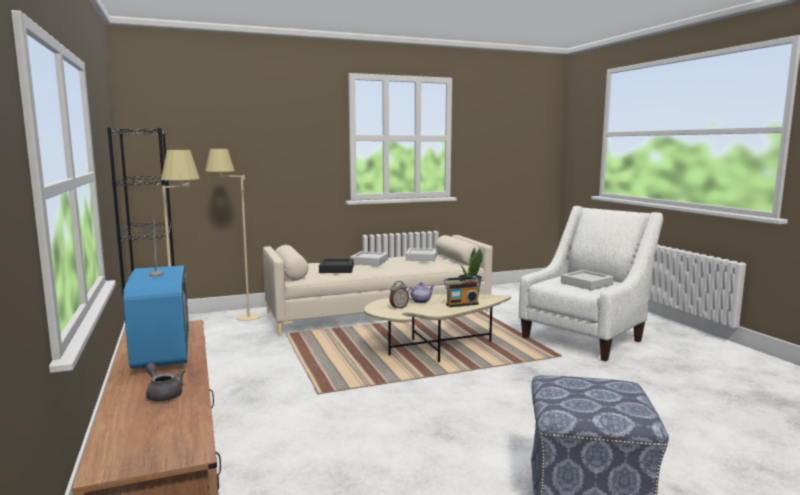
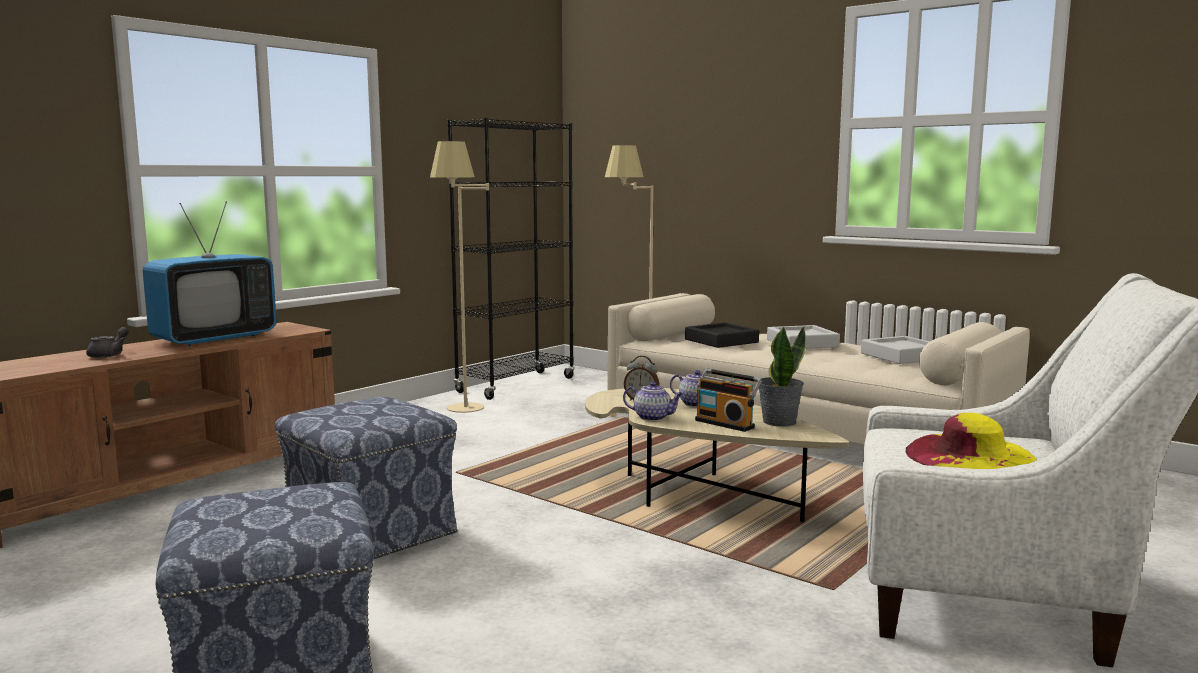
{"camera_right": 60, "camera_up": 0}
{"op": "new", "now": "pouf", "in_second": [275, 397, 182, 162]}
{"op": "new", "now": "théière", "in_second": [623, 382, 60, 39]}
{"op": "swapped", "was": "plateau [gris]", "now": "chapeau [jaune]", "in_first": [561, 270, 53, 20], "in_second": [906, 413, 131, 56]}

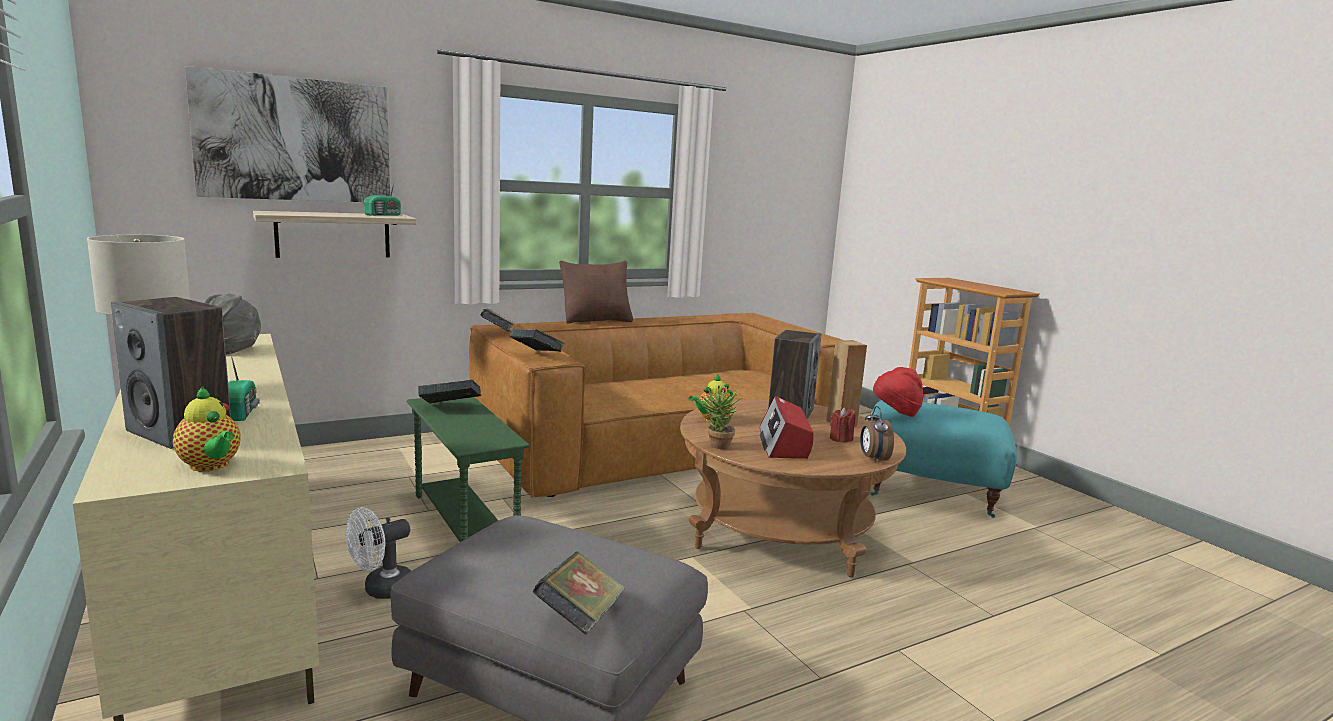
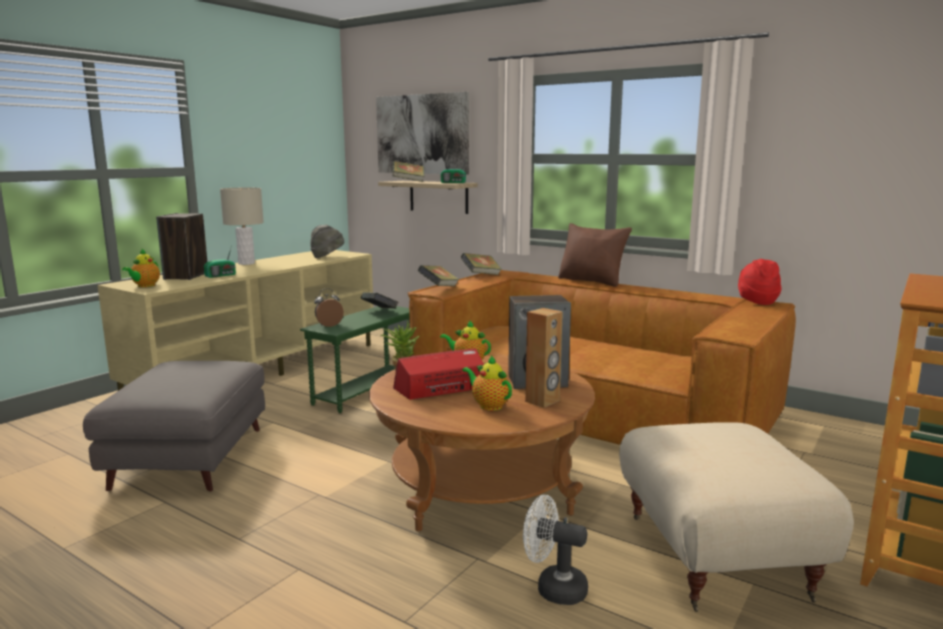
{"camera_right": 65, "camera_up": 0}
{"op": "shifted", "was": "ventilateur [blanc]", "in_first": [346, 507, 65, 92], "in_second": [523, 495, 65, 110]}
{"op": "shifted", "was": "livre", "in_first": [533, 551, 92, 84], "in_second": [392, 161, 32, 21]}
{"op": "shifted", "was": "réveil", "in_first": [860, 406, 34, 57], "in_second": [314, 288, 30, 39]}
{"op": "shifted", "was": "chapeau [rouge]", "in_first": [873, 367, 50, 50], "in_second": [738, 259, 44, 46]}
{"op": "swapped", "was": "bougie [rouge]", "now": "théière", "in_first": [830, 407, 25, 35], "in_second": [462, 355, 50, 56]}
{"op": "repainted", "was": "pouf [turquoise]", "now": "pouf [beige]", "in_first": [871, 400, 146, 118], "in_second": [619, 422, 235, 190]}

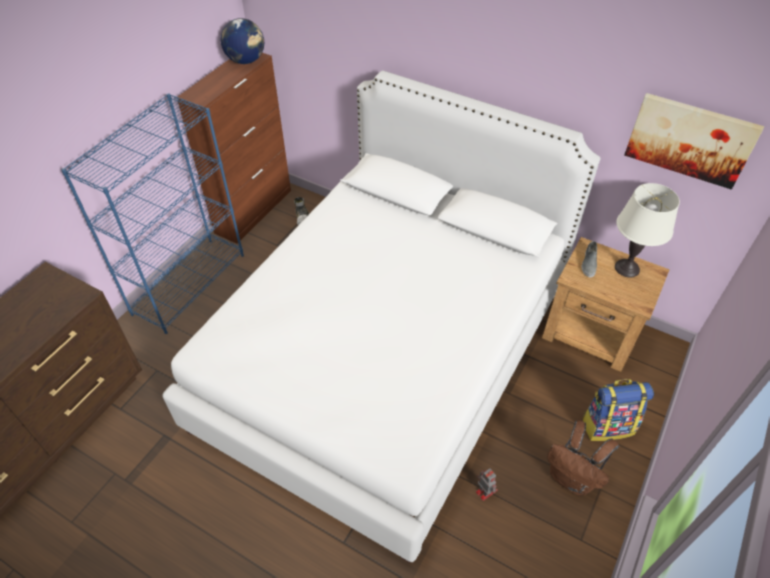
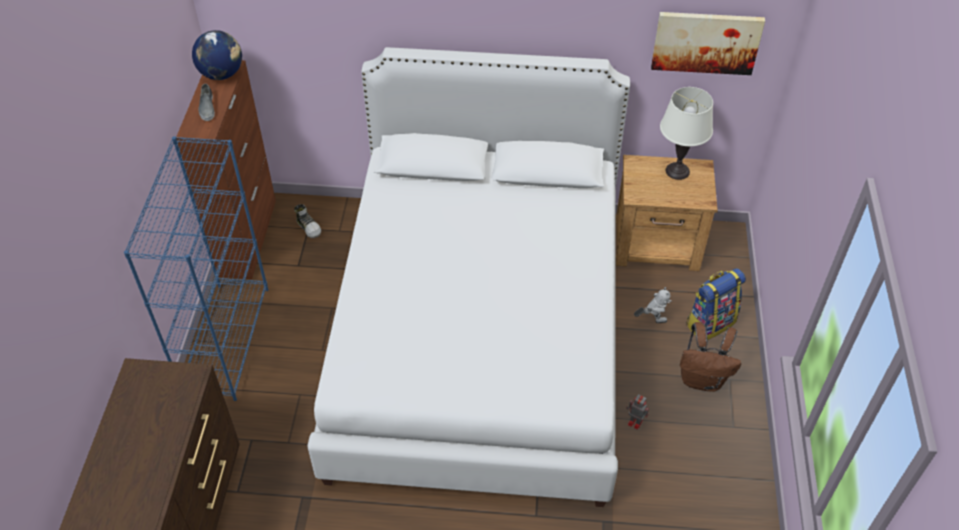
{"camera_right": -25, "camera_up": 0}
{"op": "new", "now": "robot jouet", "in_second": [634, 287, 38, 36]}
{"op": "shifted", "was": "chaussure [gris]", "in_first": [582, 241, 15, 37], "in_second": [198, 84, 17, 37]}

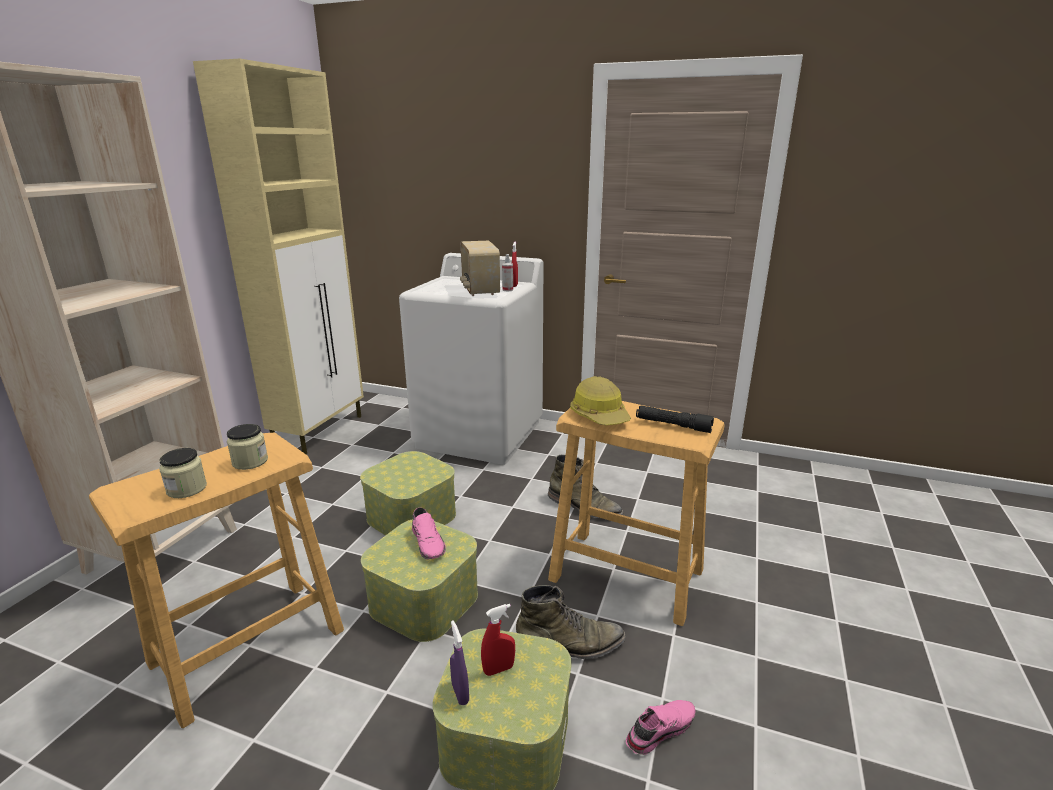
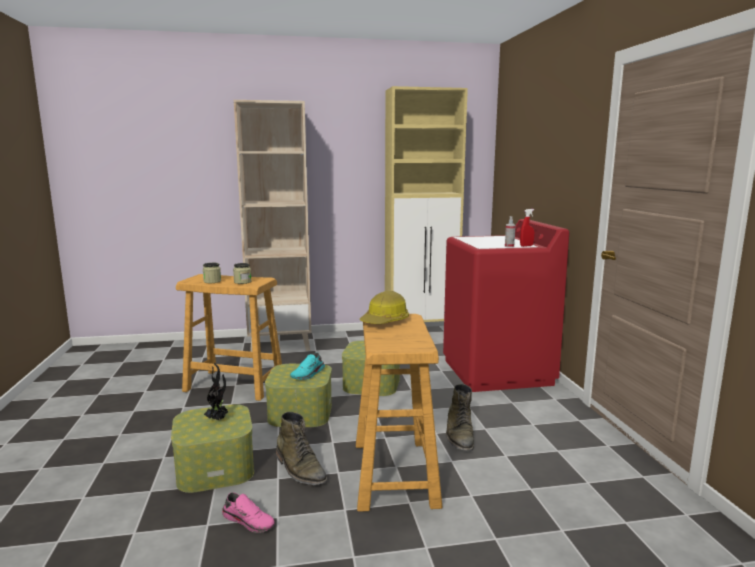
{"camera_right": 60, "camera_up": -10}
{"op": "gone", "was": "vaporisateur [violet]", "in_first": [450, 621, 19, 84]}
{"op": "gone", "was": "radio", "in_first": [460, 241, 40, 55]}
{"op": "gone", "was": "lampe de poche [noir]", "in_first": [636, 406, 78, 27]}
{"op": "swapped", "was": "vaporisateur [rouge]", "now": "plante en pot", "in_first": [481, 604, 34, 72], "in_second": [204, 363, 24, 57]}
{"op": "repainted", "was": "lave-linge [blanc]", "now": "lave-linge [rouge]", "in_first": [399, 253, 145, 212], "in_second": [443, 219, 126, 173]}
{"op": "repainted", "was": "chaussure [rose]", "now": "chaussure [turquoise]", "in_first": [412, 507, 34, 52], "in_second": [290, 352, 35, 28]}

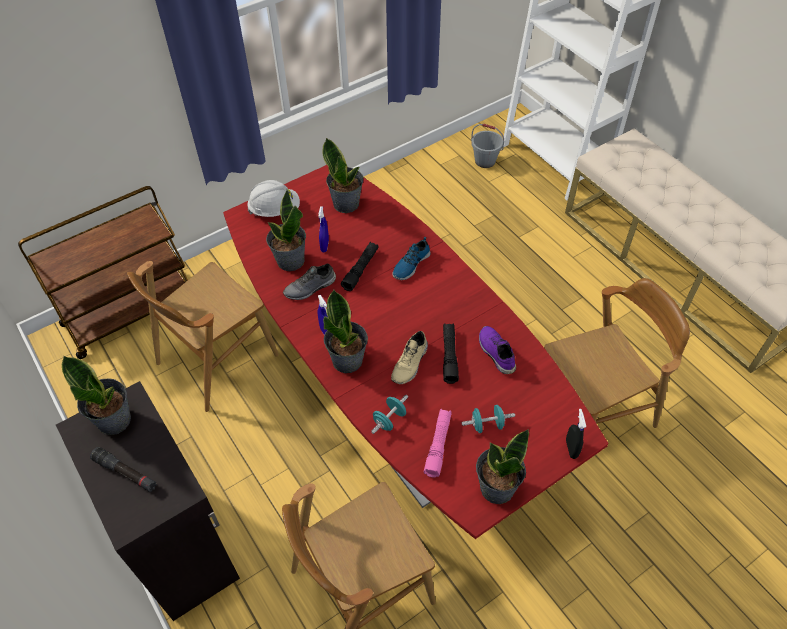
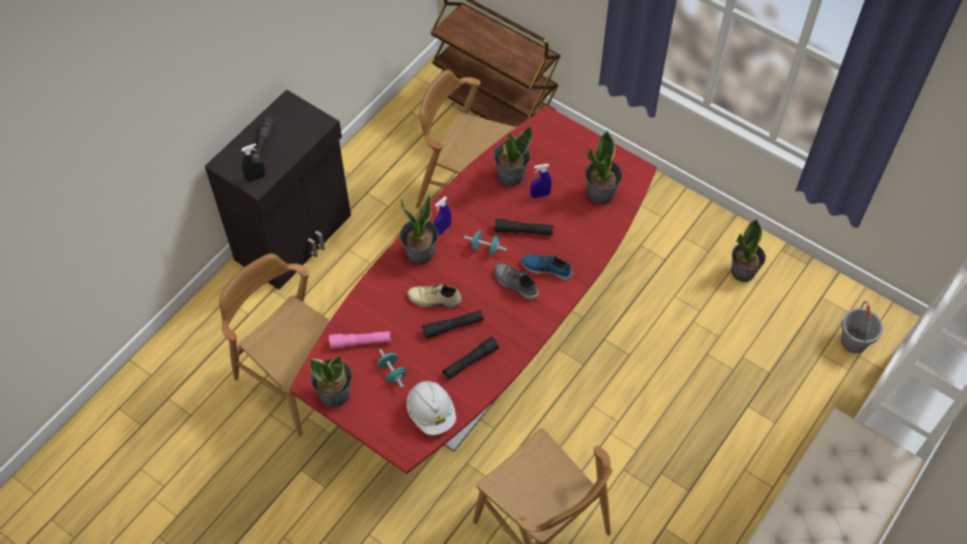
{"camera_right": 70, "camera_up": 5}
{"op": "shifted", "was": "plante en pot", "in_first": [62, 356, 69, 79], "in_second": [731, 219, 35, 63]}
{"op": "shifted", "was": "casque de chantier [blanc]", "in_first": [247, 180, 53, 37], "in_second": [406, 381, 50, 54]}
{"op": "shifted", "was": "chaussure [gris]", "in_first": [283, 263, 53, 37], "in_second": [494, 263, 45, 37]}
{"op": "shifted", "was": "haltère [turquoise]", "in_first": [371, 395, 37, 39], "in_second": [464, 230, 43, 26]}
{"op": "shifted", "was": "vaporisateur [noir]", "in_first": [566, 409, 20, 50], "in_second": [241, 143, 24, 39]}
{"op": "swapped", "was": "chaussure [violet]", "now": "lampe de poche [noir]", "in_first": [479, 326, 37, 48], "in_second": [442, 337, 57, 43]}

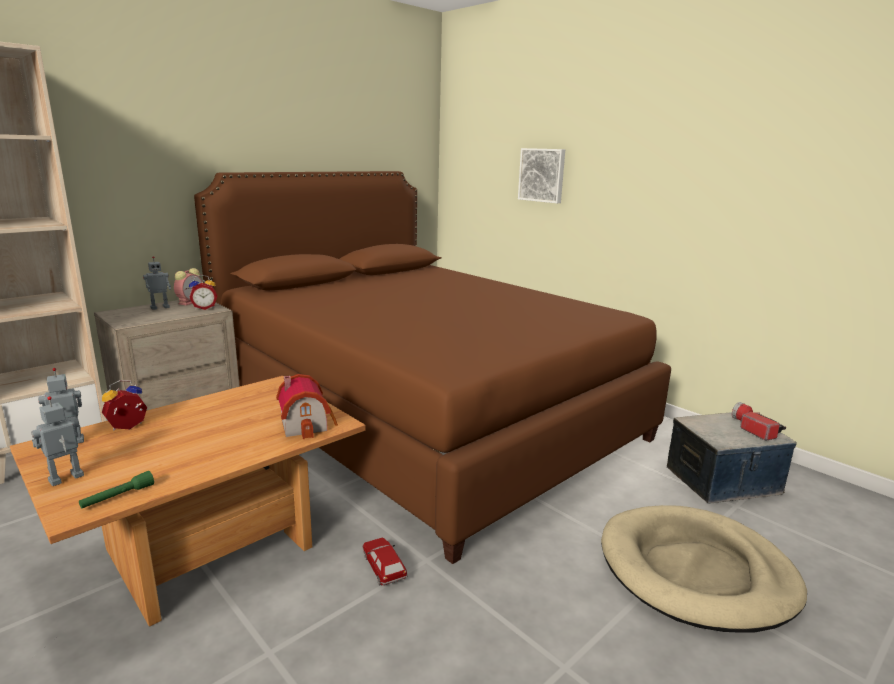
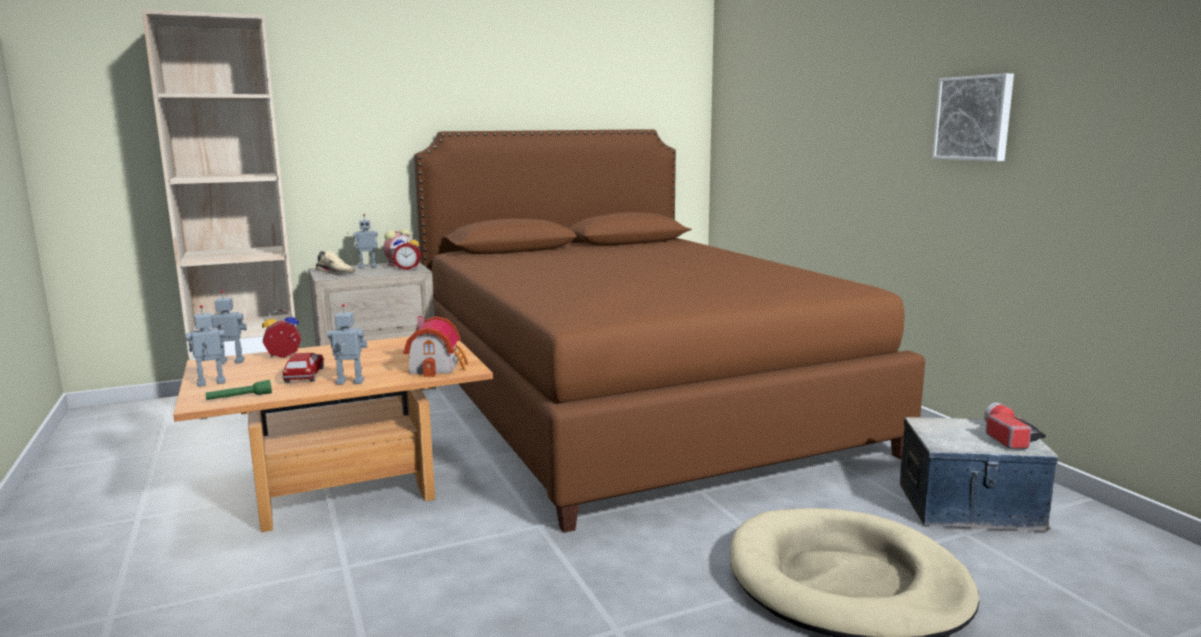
{"camera_right": 20, "camera_up": -5}
{"op": "new", "now": "chaussure [beige]", "in_second": [316, 251, 39, 24]}
{"op": "new", "now": "robot jouet", "in_second": [327, 304, 41, 80]}
{"op": "shifted", "was": "petite voiture", "in_first": [362, 538, 46, 47], "in_second": [282, 353, 42, 30]}
{"op": "shifted", "was": "tableau", "in_first": [518, 148, 47, 55], "in_second": [932, 73, 82, 88]}

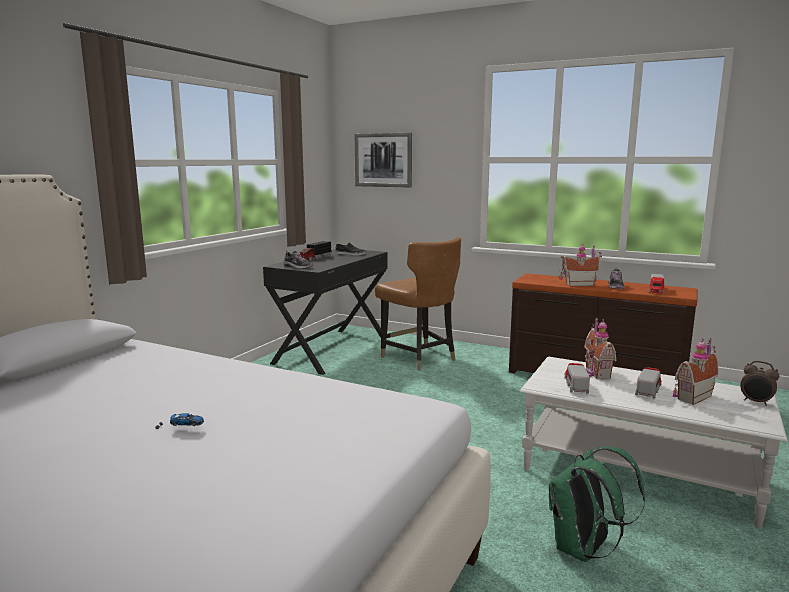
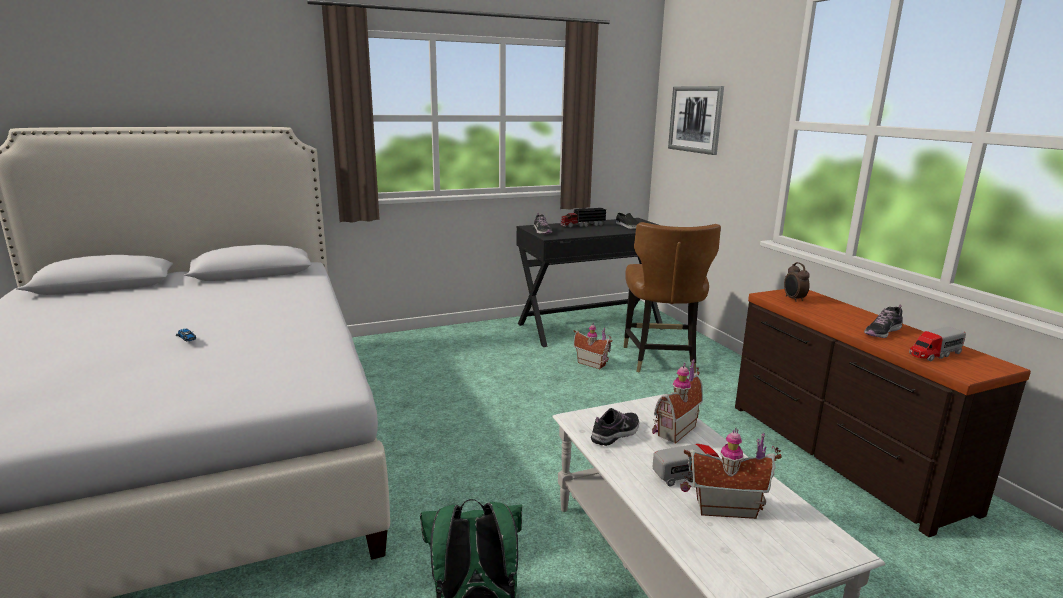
{"camera_right": 40, "camera_up": 5}
{"op": "shifted", "was": "maison miniature", "in_first": [559, 243, 43, 43], "in_second": [574, 323, 39, 46]}
{"op": "shifted", "was": "réveil", "in_first": [741, 361, 39, 45], "in_second": [784, 262, 26, 40]}
{"op": "swapped", "was": "camion jouet", "now": "chaussure", "in_first": [564, 363, 26, 30], "in_second": [591, 408, 48, 38]}

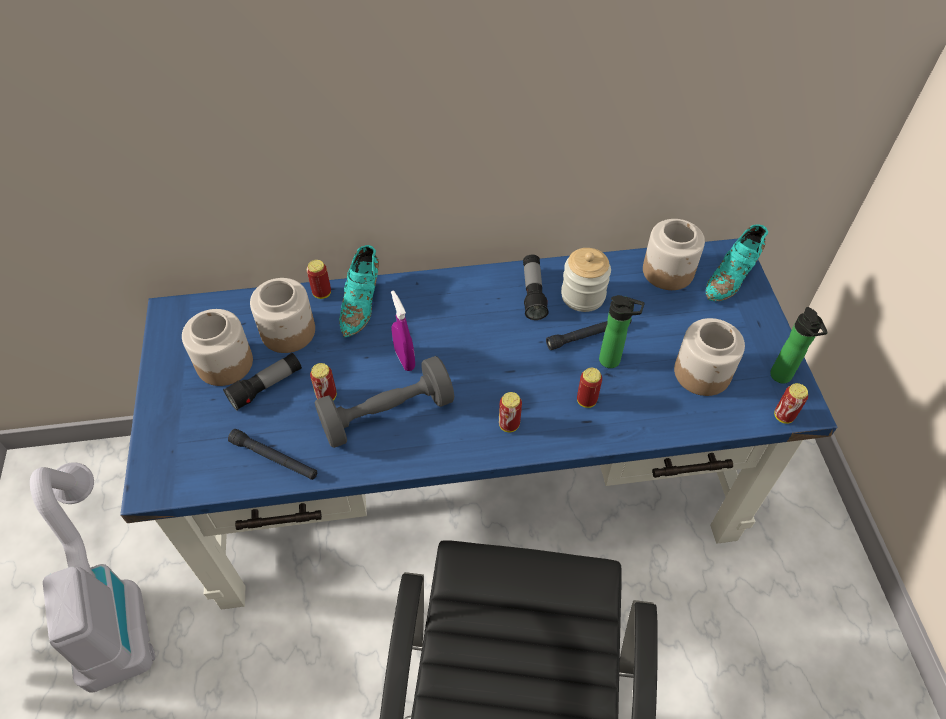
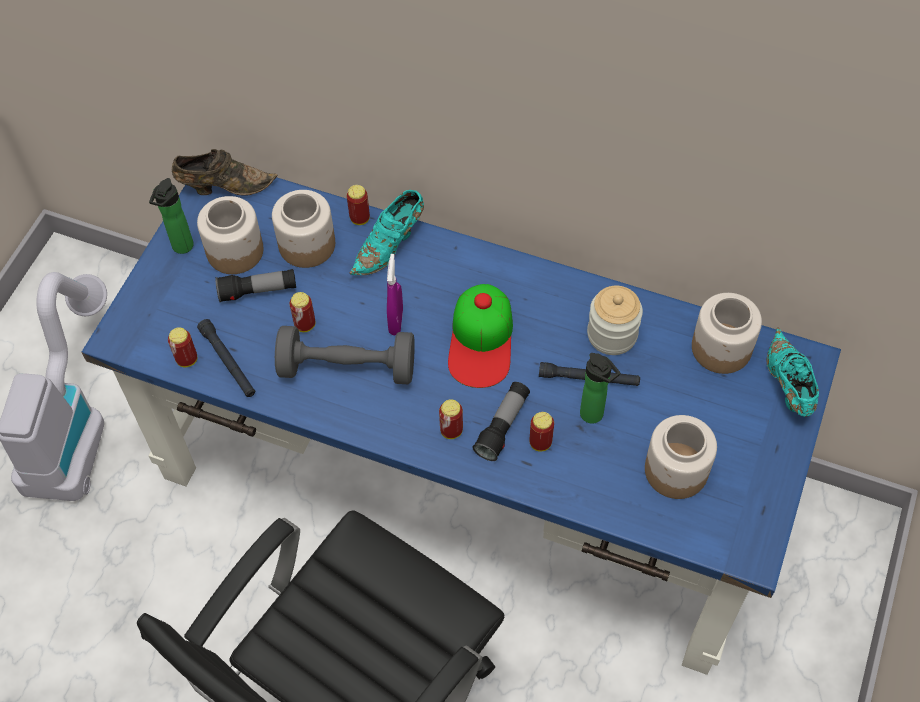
{"camera_right": 30, "camera_up": 5}
{"op": "new", "now": "chaussure [marron]", "in_second": [172, 149, 105, 46]}
{"op": "new", "now": "casquette", "in_second": [448, 284, 65, 104]}
{"op": "shifted", "was": "lampe de poche", "in_first": [523, 255, 26, 65], "in_second": [472, 382, 58, 79]}
{"op": "shifted", "was": "bouteille", "in_first": [770, 307, 58, 77], "in_second": [149, 178, 45, 76]}
{"op": "shifted", "was": "boîte métallique", "in_first": [774, 383, 34, 41], "in_second": [168, 327, 29, 40]}
{"op": "rotated", "was": "chaussure [turquoise]", "in_first": [706, 224, 62, 77], "in_second": [767, 327, 52, 90], "clockwise": 105}

